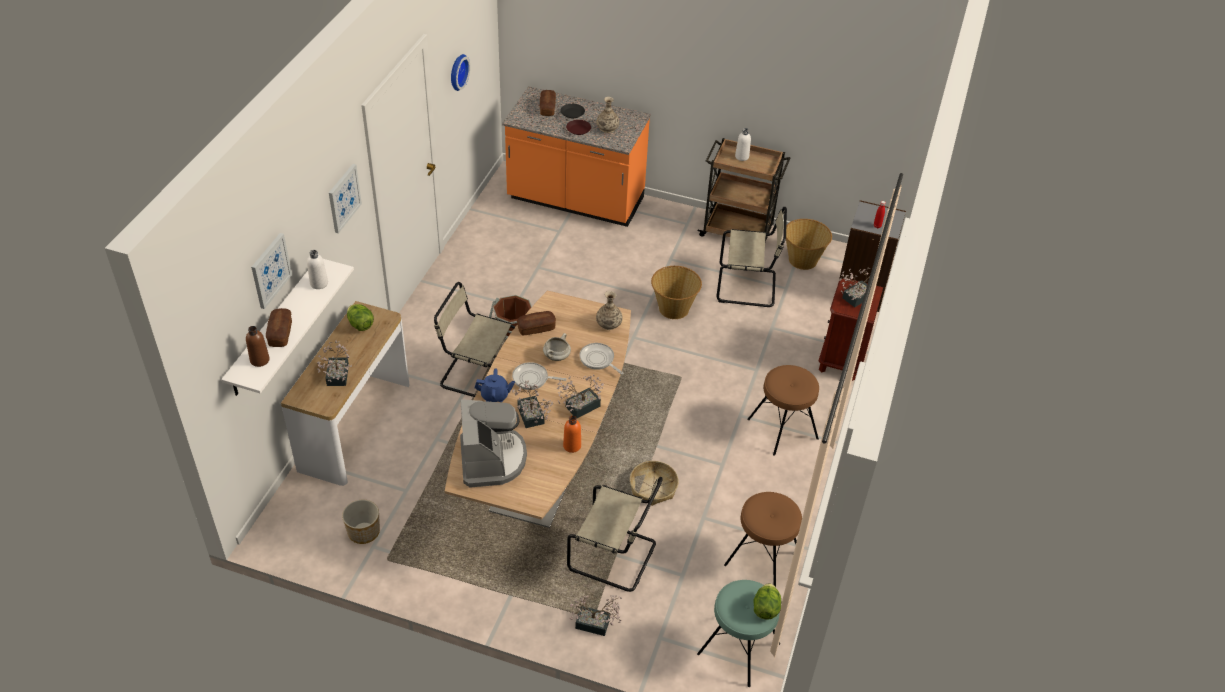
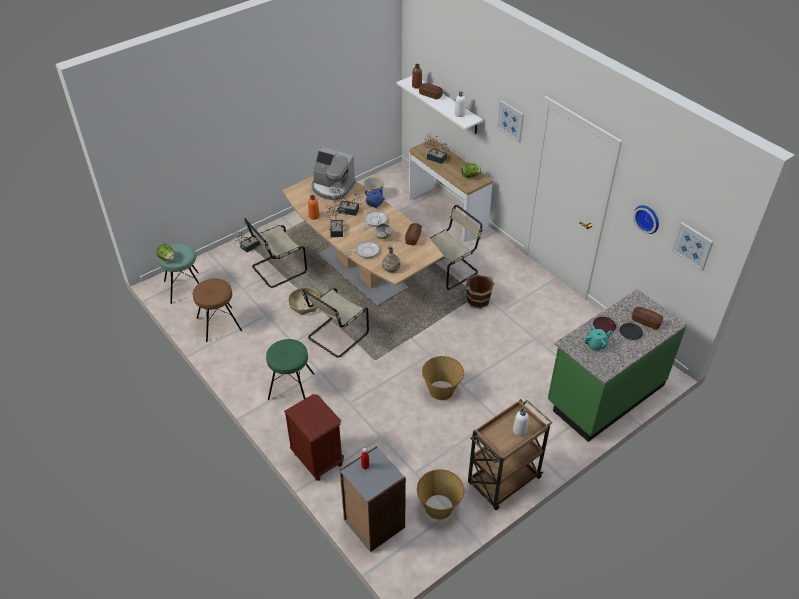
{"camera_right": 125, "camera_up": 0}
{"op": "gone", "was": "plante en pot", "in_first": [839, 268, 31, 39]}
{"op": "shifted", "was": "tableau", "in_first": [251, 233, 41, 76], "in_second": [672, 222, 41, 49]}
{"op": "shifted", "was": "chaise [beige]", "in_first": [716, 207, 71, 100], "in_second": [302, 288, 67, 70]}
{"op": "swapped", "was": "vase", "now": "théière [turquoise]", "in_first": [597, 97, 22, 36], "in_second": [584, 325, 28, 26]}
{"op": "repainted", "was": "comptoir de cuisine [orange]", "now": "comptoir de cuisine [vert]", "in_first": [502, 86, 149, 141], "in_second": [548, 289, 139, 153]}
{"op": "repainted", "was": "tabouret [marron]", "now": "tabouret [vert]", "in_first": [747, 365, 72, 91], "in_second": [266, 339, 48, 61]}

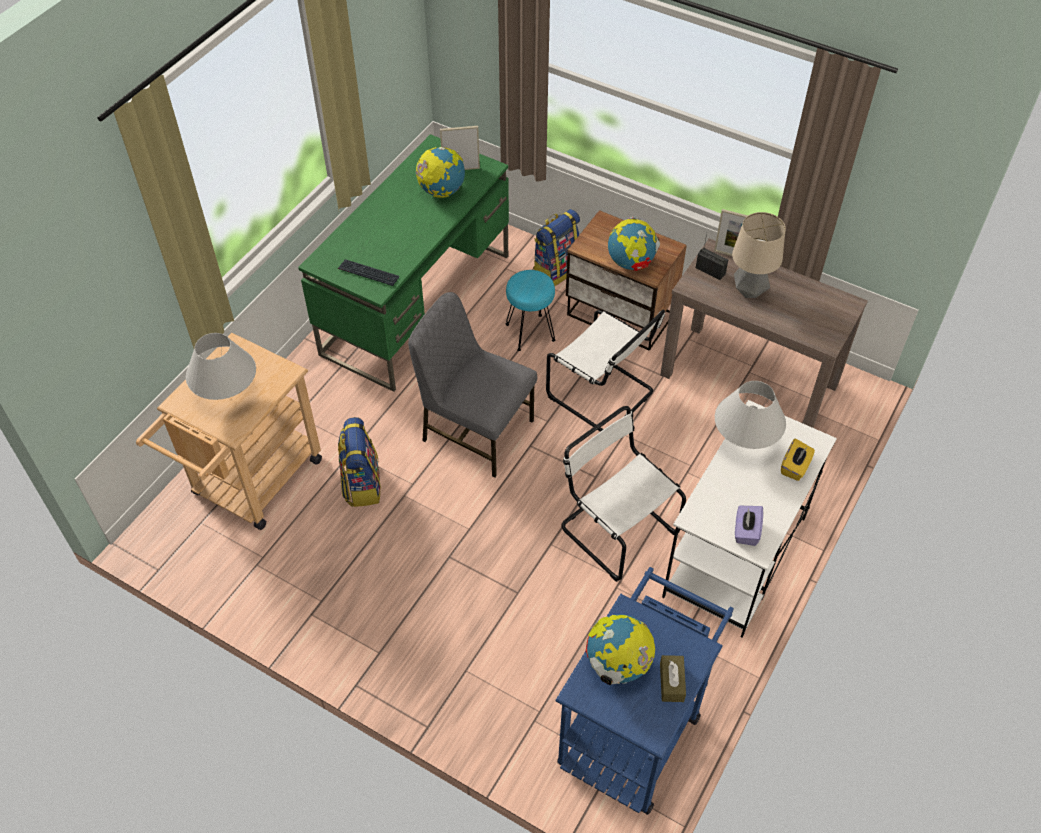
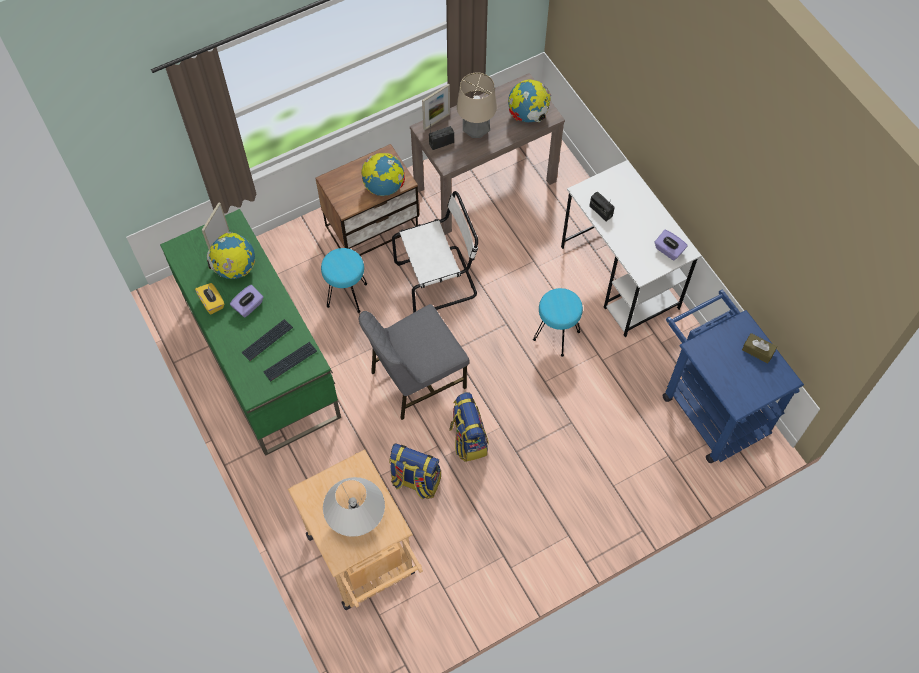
{"camera_right": -60, "camera_up": 10}
{"op": "new", "now": "boîte à mouchoirs [violet]", "in_second": [230, 285, 34, 32]}
{"op": "new", "now": "clavier", "in_second": [242, 319, 51, 42]}
{"op": "shifted", "was": "sac à dos", "in_first": [533, 209, 47, 77], "in_second": [449, 392, 40, 70]}
{"op": "shifted", "was": "globe", "in_first": [586, 614, 69, 71], "in_second": [508, 80, 43, 42]}
{"op": "shifted", "was": "boîte à mouchoirs [jaune]", "in_first": [781, 438, 34, 43], "in_second": [195, 283, 29, 32]}
{"op": "swapped", "was": "chaise [blanc]", "now": "tabouret [turquoise]", "in_first": [561, 406, 125, 176], "in_second": [533, 288, 50, 69]}
{"op": "swapped", "was": "lampe de table [blanc]", "now": "radio", "in_first": [715, 381, 71, 68], "in_second": [589, 192, 26, 29]}

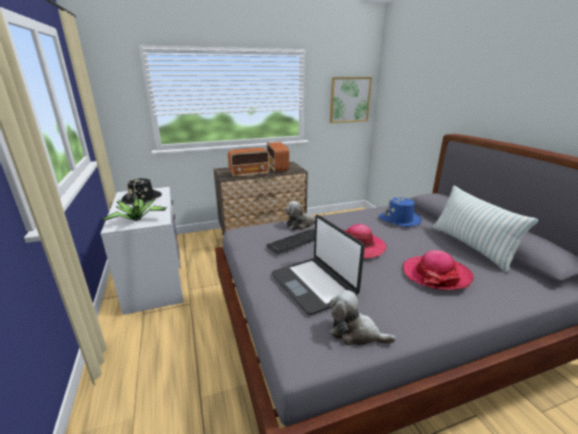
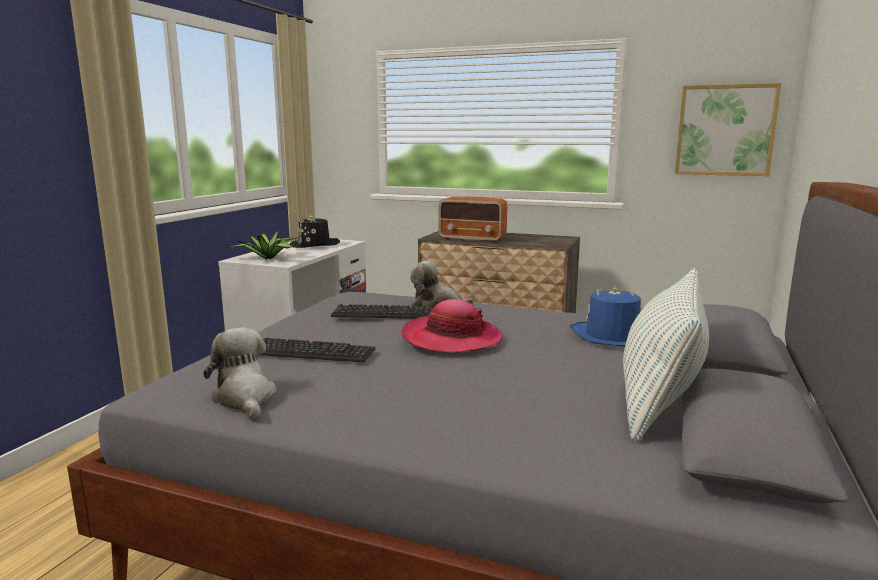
{"camera_right": 40, "camera_up": -10}
{"op": "gone", "was": "radio", "in_first": [267, 142, 22, 31]}
{"op": "gone", "was": "chapeau", "in_first": [403, 250, 71, 40]}
{"op": "swapped", "was": "ordinateur portable", "now": "clavier", "in_first": [272, 215, 93, 100], "in_second": [261, 338, 115, 25]}

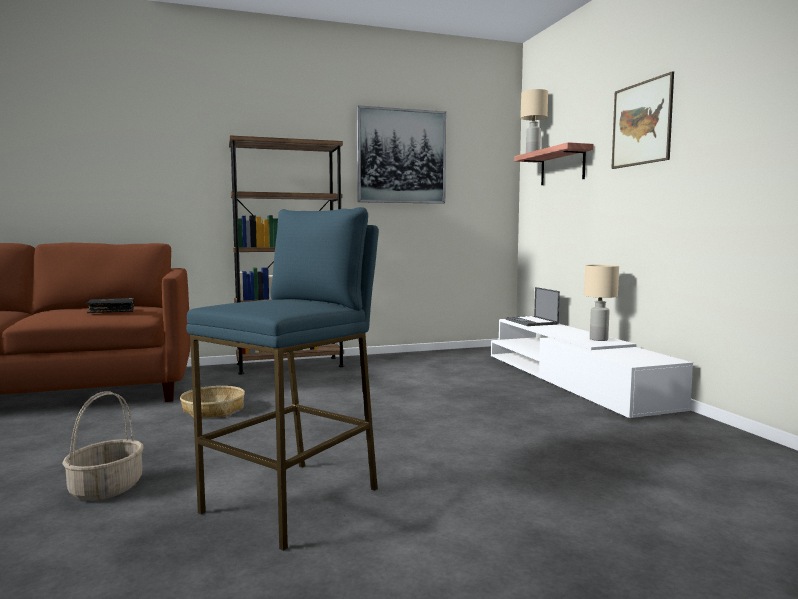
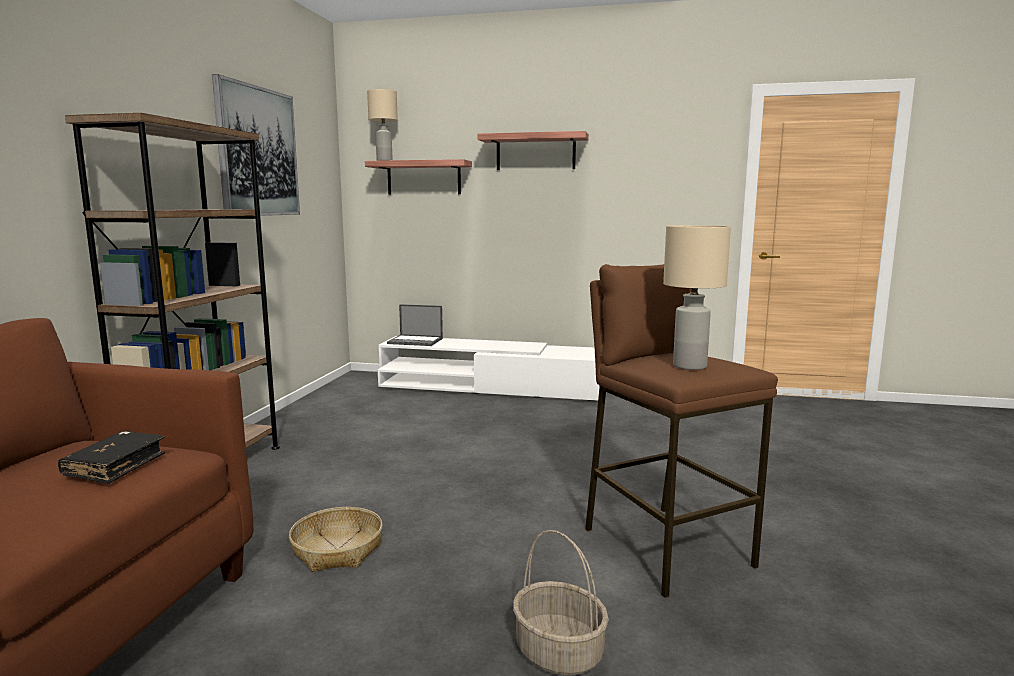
{"camera_right": -60, "camera_up": 5}
{"op": "shifted", "was": "lampe de table [beige]", "in_first": [584, 265, 35, 76], "in_second": [663, 225, 68, 145]}
{"op": "swapped", "was": "tableau", "now": "étagère", "in_first": [611, 71, 63, 98], "in_second": [478, 131, 111, 39]}
{"op": "repainted", "was": "tabouret [bleu]", "now": "tabouret [marron]", "in_first": [186, 207, 193, 344], "in_second": [585, 264, 193, 334]}

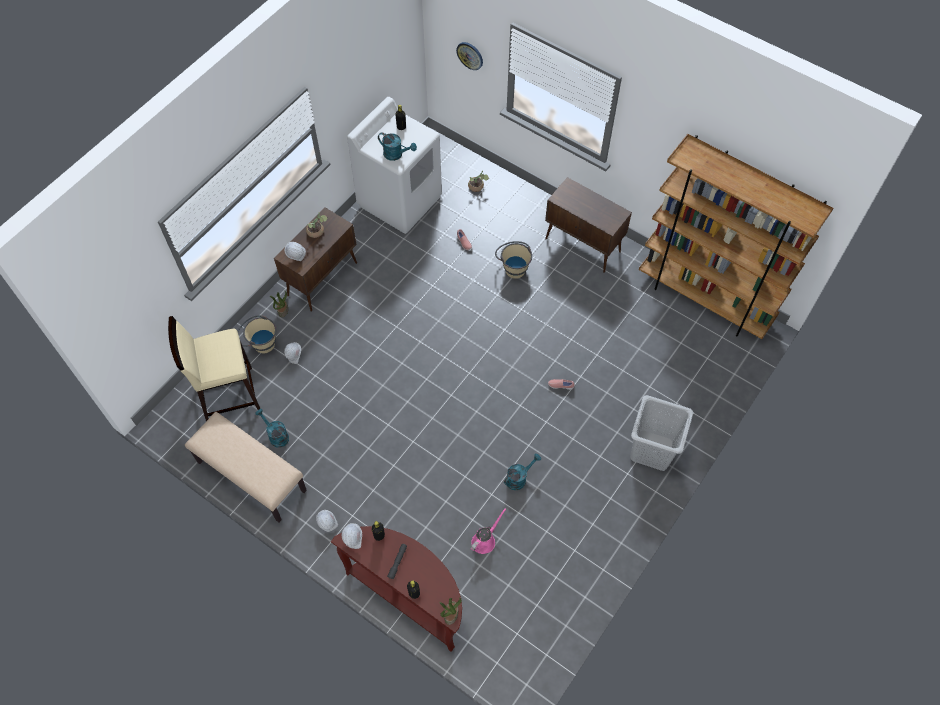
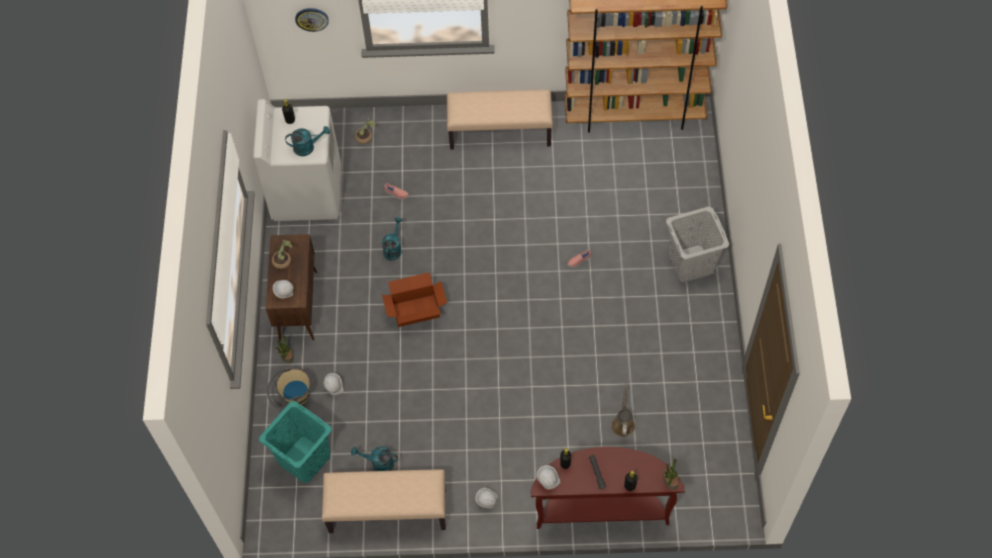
{"camera_right": -35, "camera_up": 0}
{"op": "gone", "was": "seau [beige]", "in_first": [495, 241, 37, 38]}
{"op": "new", "now": "carton", "in_second": [382, 272, 65, 55]}
{"op": "shifted", "was": "arrosoir [turquoise]", "in_first": [504, 454, 37, 36], "in_second": [382, 217, 20, 44]}
{"op": "swapped", "was": "tabouret [beige]", "now": "panier à linge [turquoise]", "in_first": [168, 316, 92, 105], "in_second": [259, 401, 73, 82]}
{"op": "swapped", "was": "meuble de rangement [marron]", "now": "banc [beige]", "in_first": [545, 177, 87, 96], "in_second": [447, 90, 106, 60]}
{"op": "repainted", "was": "arrosoir [rose]", "now": "arrosoir [marron]", "in_first": [471, 508, 36, 46], "in_second": [611, 383, 24, 54]}

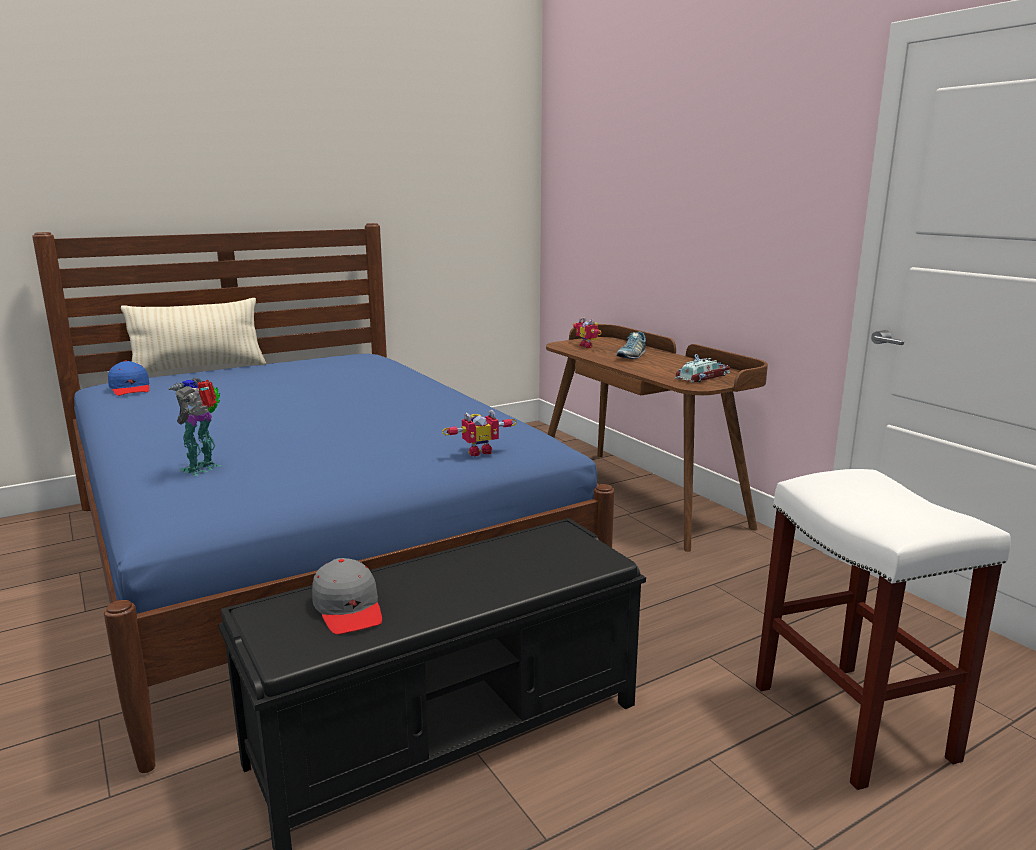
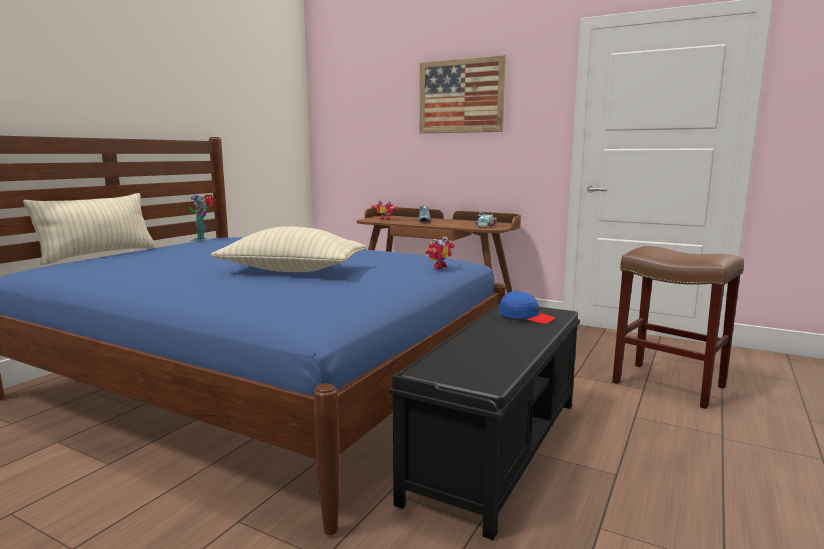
{"camera_right": -30, "camera_up": -5}
{"op": "gone", "was": "casquette [gris]", "in_first": [312, 558, 70, 77]}
{"op": "new", "now": "coussin [beige]", "in_second": [211, 226, 156, 46]}
{"op": "new", "now": "tableau", "in_second": [420, 55, 86, 79]}
{"op": "shifted", "was": "casquette [bleu]", "in_first": [108, 360, 41, 36], "in_second": [500, 291, 55, 33]}
{"op": "shifted", "was": "robot jouet", "in_first": [168, 378, 54, 98], "in_second": [189, 194, 25, 47]}
{"op": "repainted", "was": "tabouret [blanc]", "now": "tabouret [marron]", "in_first": [756, 469, 255, 321], "in_second": [612, 246, 132, 163]}

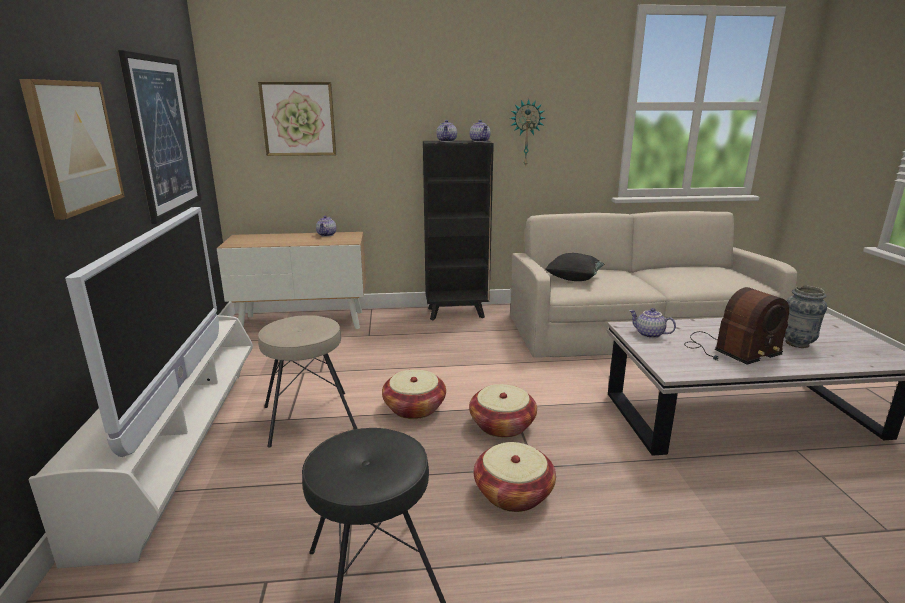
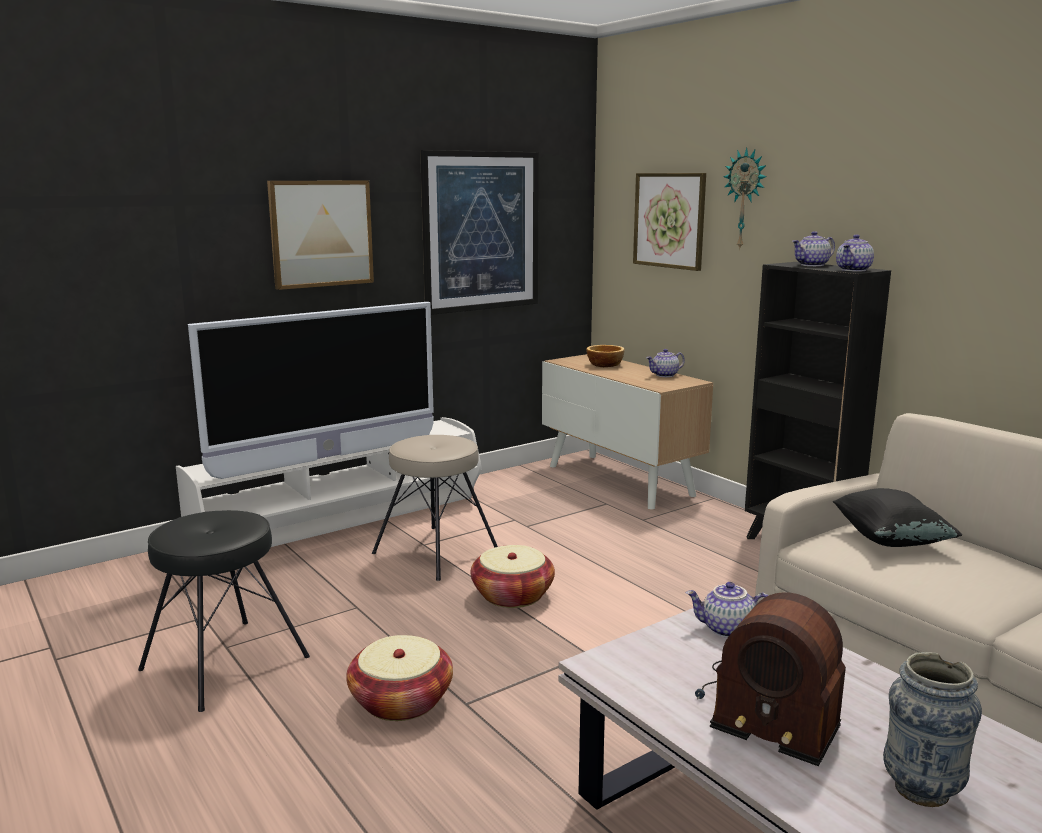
{"camera_right": 60, "camera_up": -5}
{"op": "gone", "was": "panier", "in_first": [469, 384, 68, 54]}
{"op": "new", "now": "bol", "in_second": [586, 345, 39, 22]}
{"op": "shifted", "was": "horloge murale", "in_first": [510, 99, 35, 68], "in_second": [723, 148, 44, 102]}
{"op": "rotated", "was": "théière", "in_first": [629, 308, 47, 30], "in_second": [685, 582, 83, 56], "clockwise": -90}

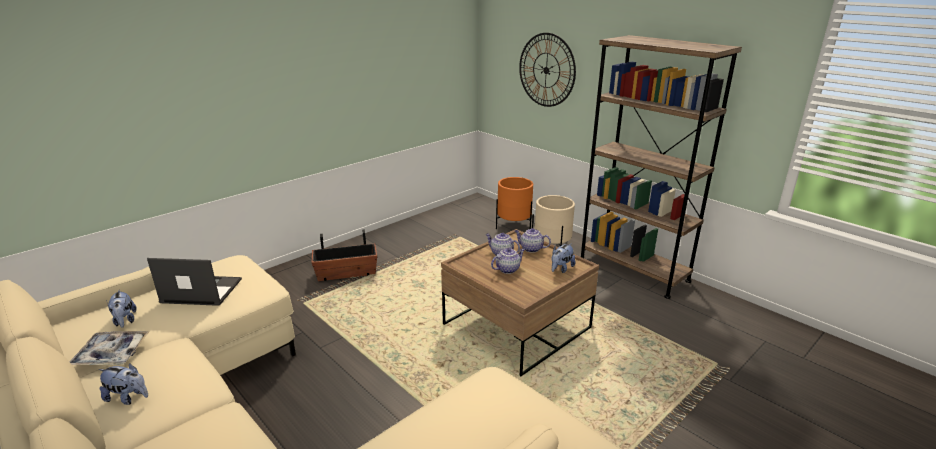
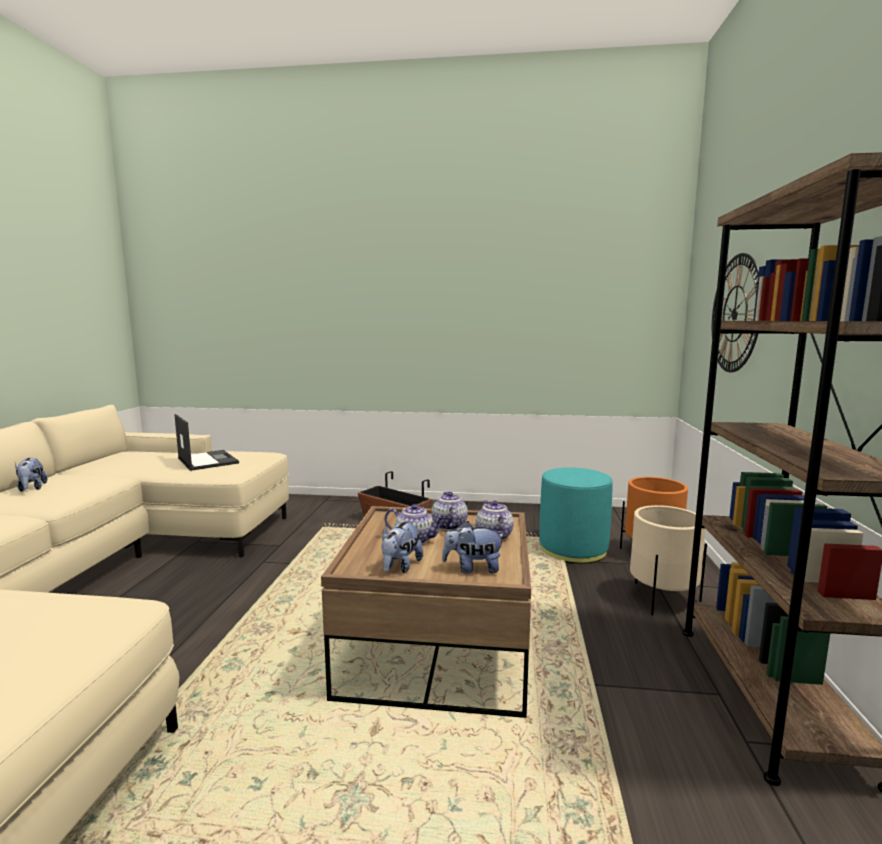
{"camera_right": 50, "camera_up": -15}
{"op": "gone", "was": "plateau", "in_first": [70, 331, 80, 34]}
{"op": "new", "now": "pouf [turquoise]", "in_second": [539, 467, 74, 97]}
{"op": "shifted", "was": "peluche", "in_first": [106, 290, 31, 38], "in_second": [381, 521, 42, 52]}

